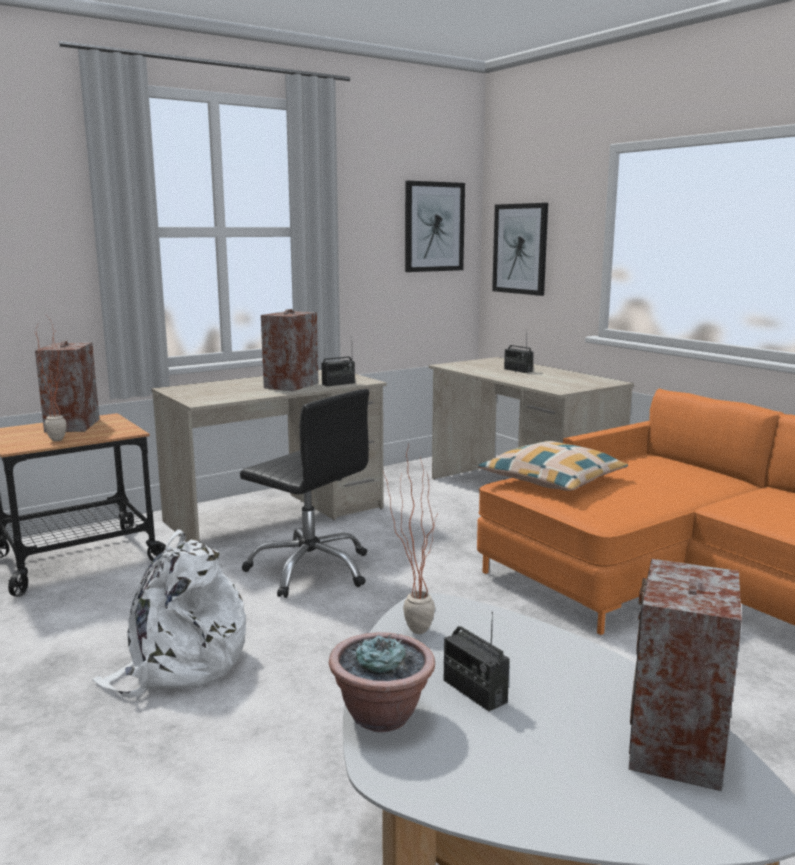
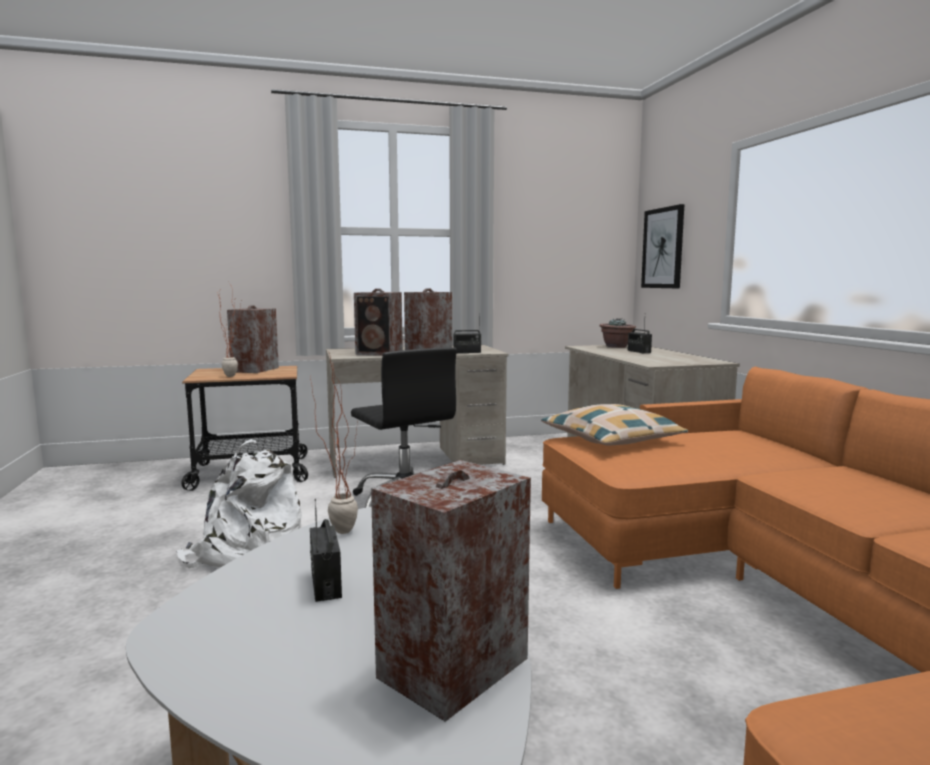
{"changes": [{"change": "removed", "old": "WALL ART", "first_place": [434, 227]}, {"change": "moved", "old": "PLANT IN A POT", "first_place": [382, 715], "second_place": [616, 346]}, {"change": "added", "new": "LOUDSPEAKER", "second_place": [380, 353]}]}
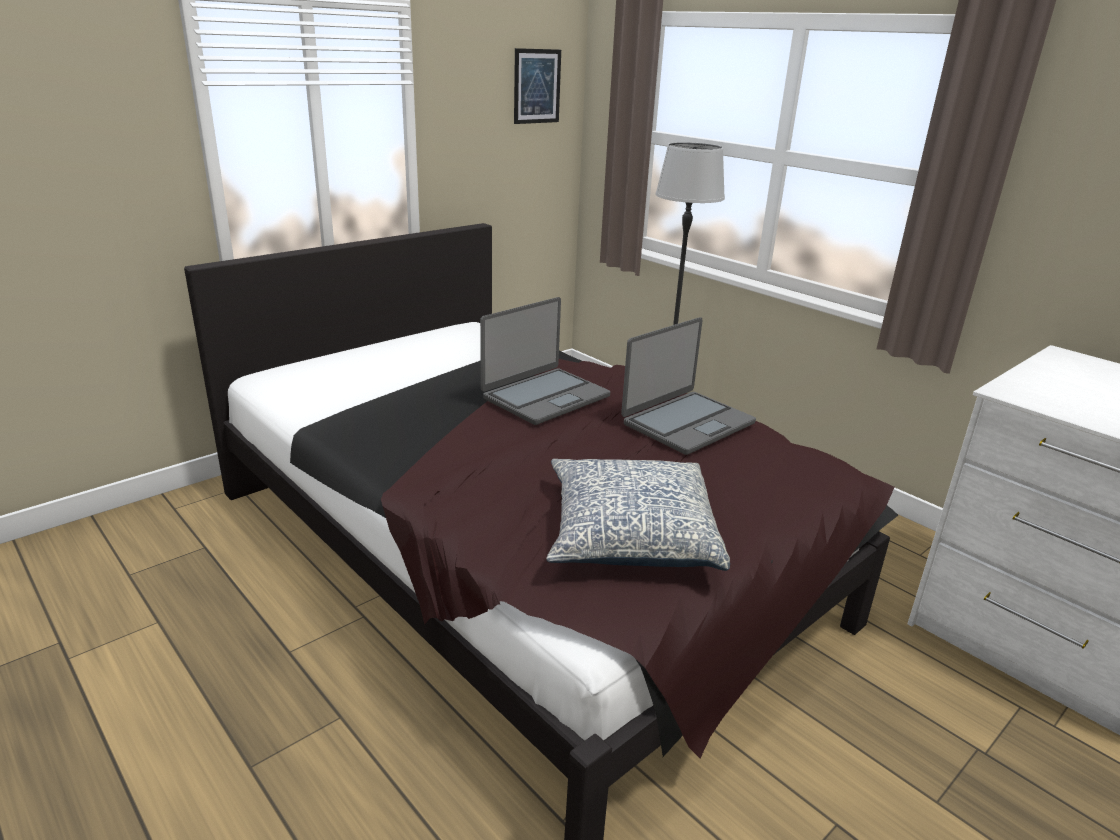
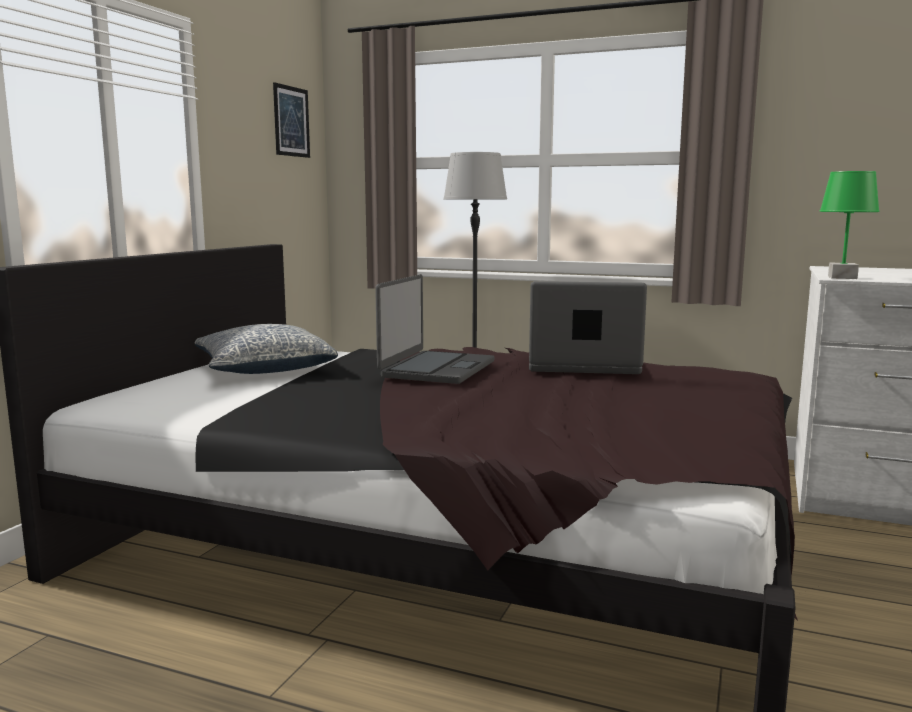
{"changes": [{"change": "turned", "old": "LAPTOP", "first_place": [687, 423], "second_place": [583, 365], "degrees": -105}, {"change": "moved", "old": "THROW PILLOW", "first_place": [629, 533], "second_place": [263, 369]}, {"change": "added", "new": "GREENISH LAMP FOR A TABLE", "second_place": [842, 277]}]}
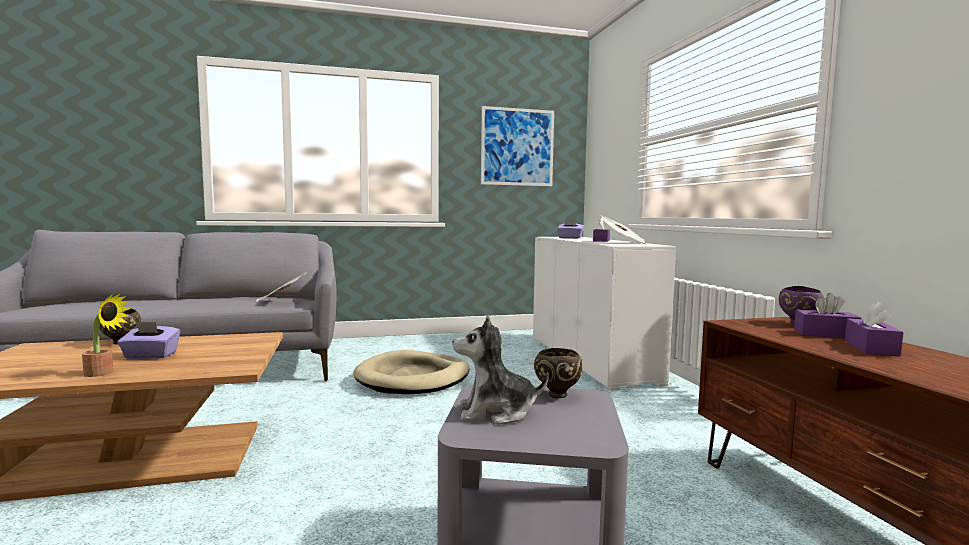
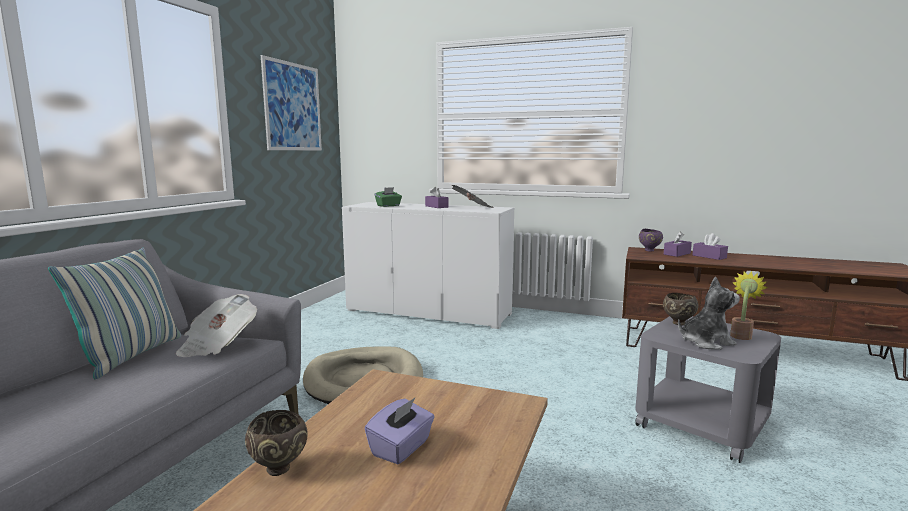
{"changes": [{"change": "recoloured", "old": "PURPLE-COLOURED TISSUE BOX", "new": "GREENISH TISSUE BOX", "first_place": [570, 238], "second_place": [388, 205]}, {"change": "moved", "old": "PLANT IN A POT", "first_place": [103, 373], "second_place": [741, 335]}, {"change": "turned", "old": "PLUSH TOY", "first_place": [496, 412], "second_place": [705, 342], "degrees": -135}, {"change": "added", "new": "THROW PILLOW", "second_place": [131, 356]}]}
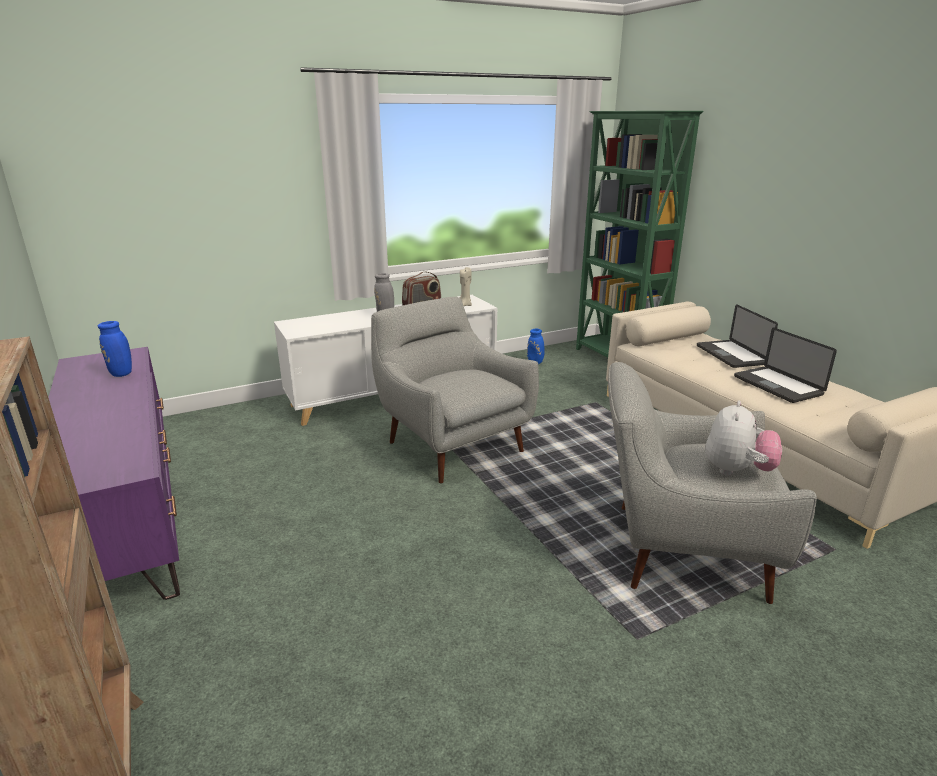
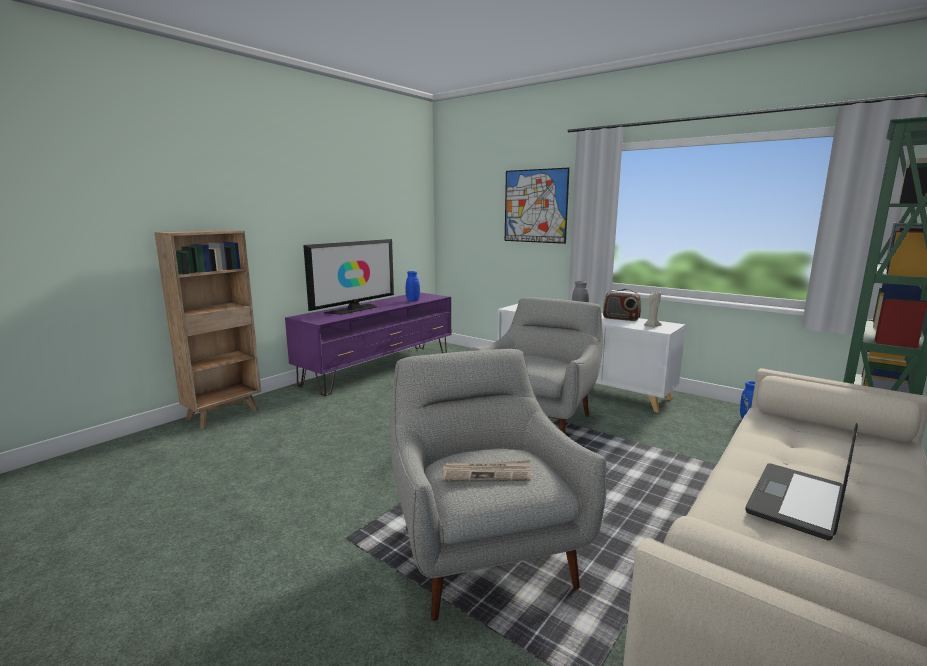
{"changes": [{"change": "removed", "old": "LAPTOP", "first_place": [731, 355]}, {"change": "replaced", "old": "PLUSH TOY", "new": "DAILY PAPER", "first_place": [736, 471], "second_place": [486, 474]}, {"change": "added", "new": "WALL ART", "second_place": [535, 206]}, {"change": "added", "new": "TV SET", "second_place": [354, 309]}]}
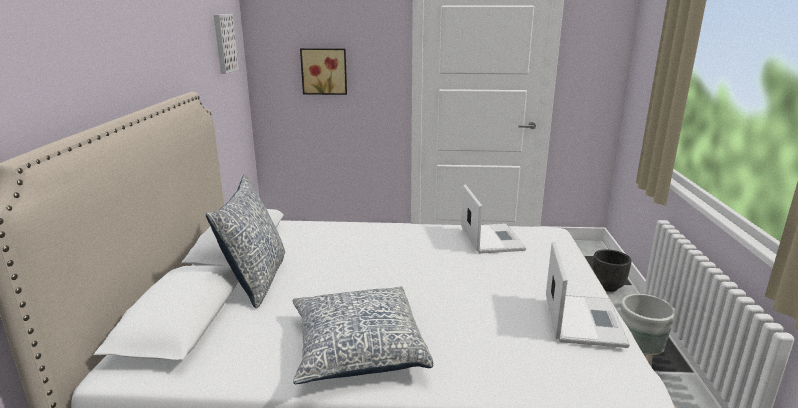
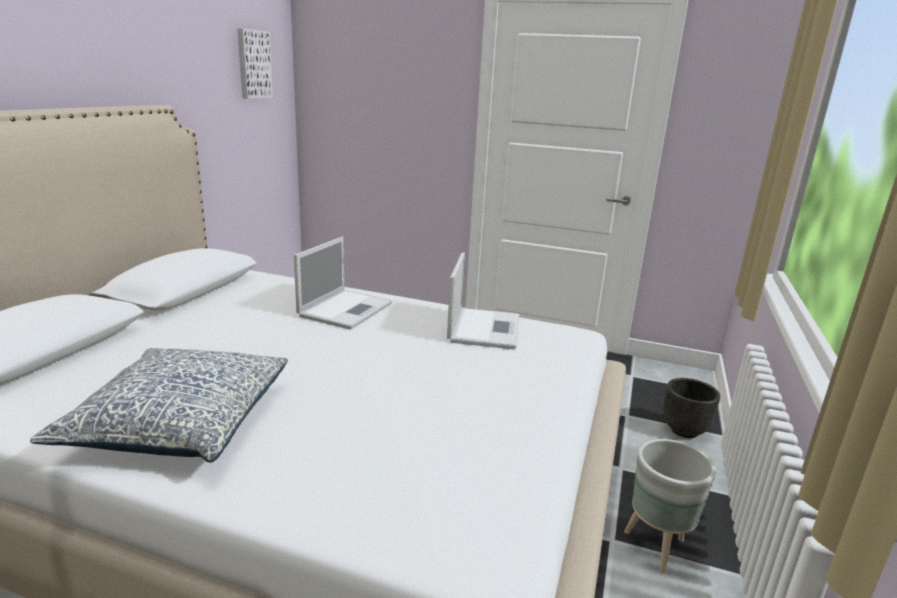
{"changes": [{"change": "removed", "old": "WALL ART", "first_place": [324, 71]}, {"change": "removed", "old": "THROW PILLOW", "first_place": [256, 279]}, {"change": "moved", "old": "LAPTOP", "first_place": [582, 319], "second_place": [346, 309]}]}
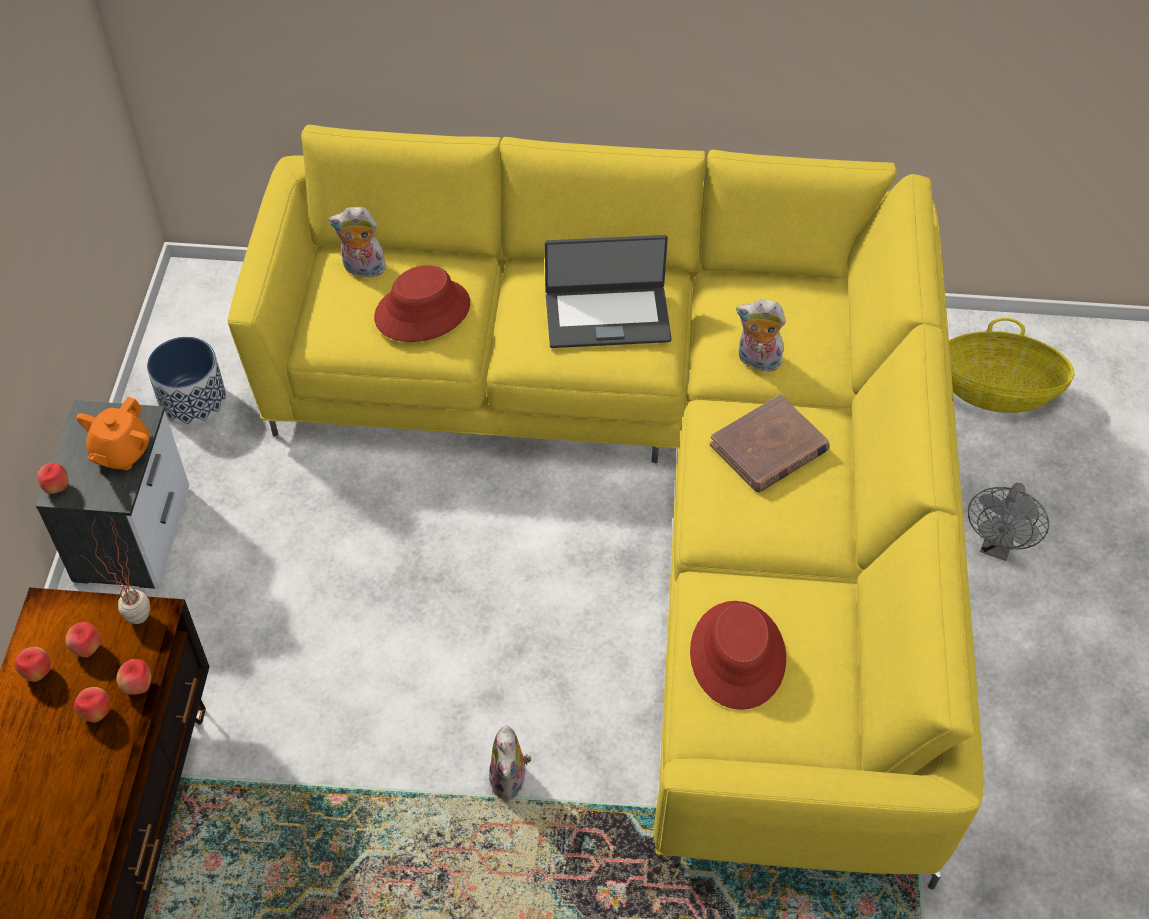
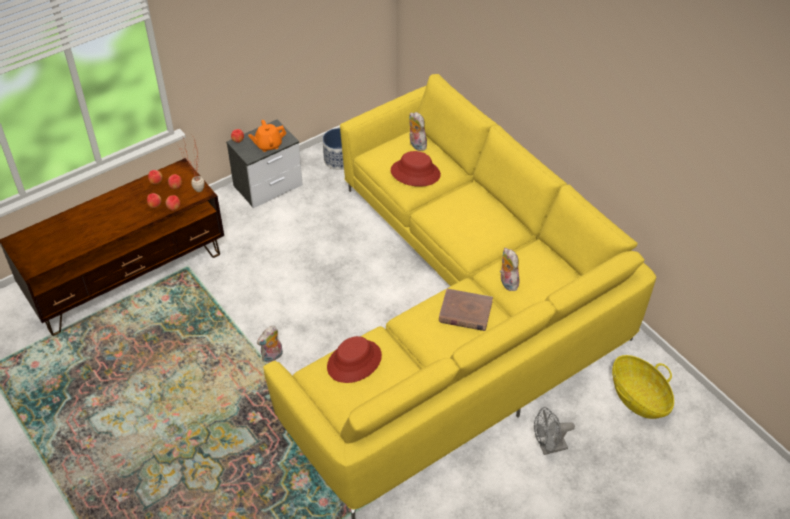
{"changes": [{"change": "removed", "old": "LAPTOP", "first_place": [607, 316]}]}
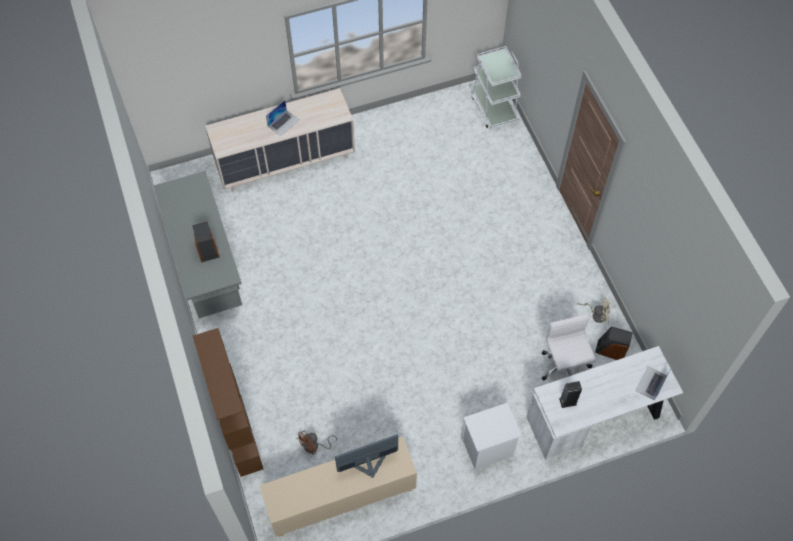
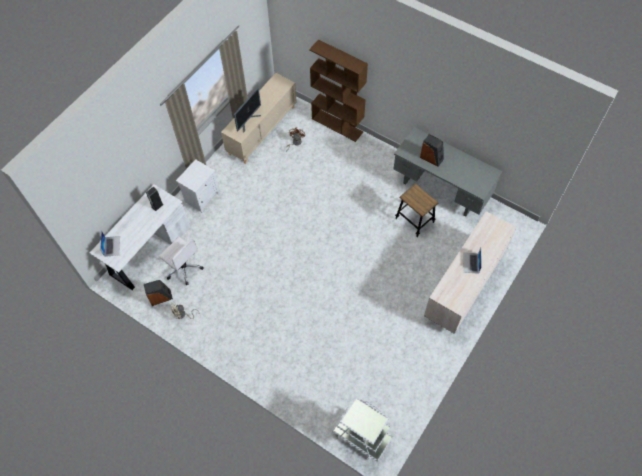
{"changes": [{"change": "added", "new": "STOOL SEAT", "second_place": [414, 220]}]}
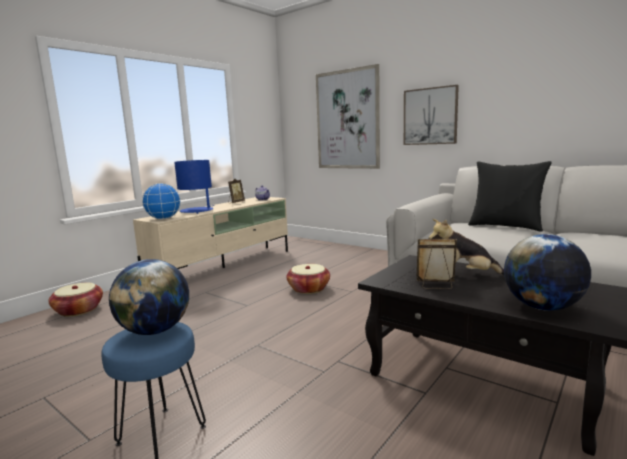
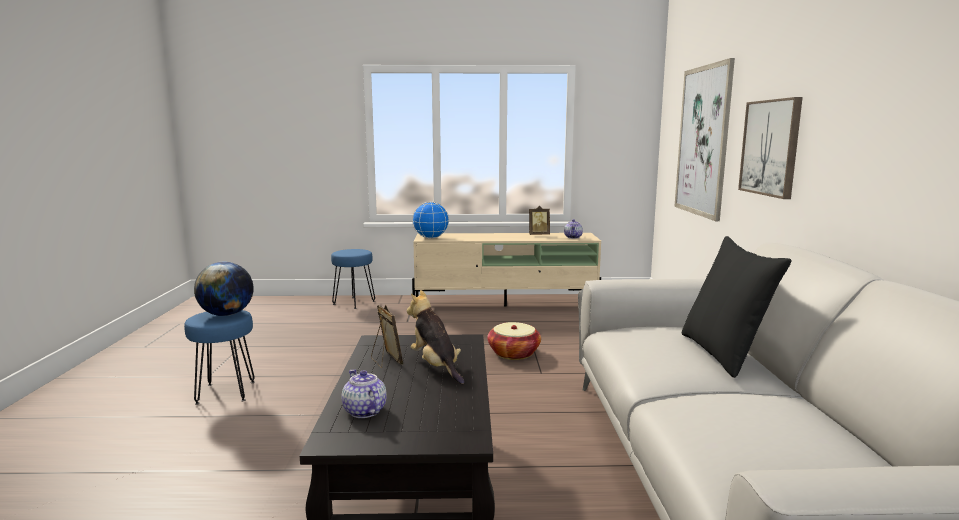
{"changes": [{"change": "removed", "old": "BLUE LAMP FOR A TABLE", "first_place": [197, 211]}, {"change": "replaced", "old": "WORLD GLOBE", "new": "TEAPOT", "first_place": [542, 307], "second_place": [364, 411]}, {"change": "replaced", "old": "BASKET", "new": "BLUE STOOL SEAT", "first_place": [78, 310], "second_place": [354, 303]}]}
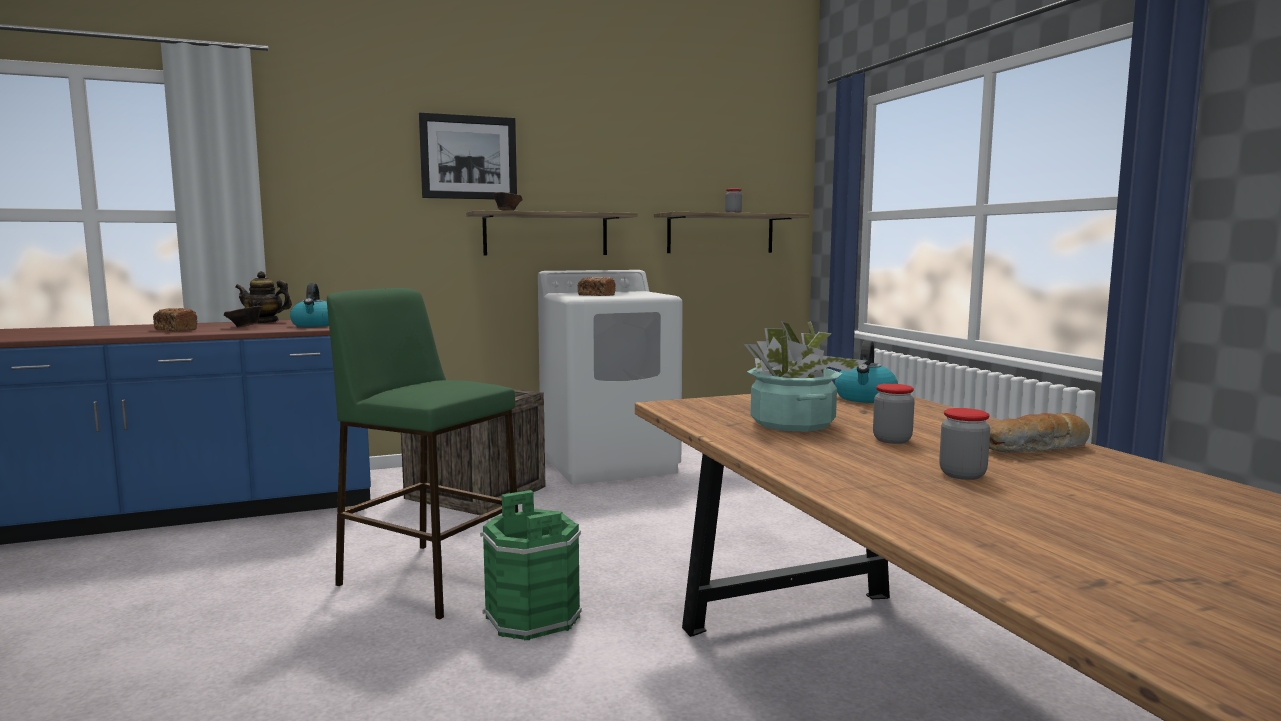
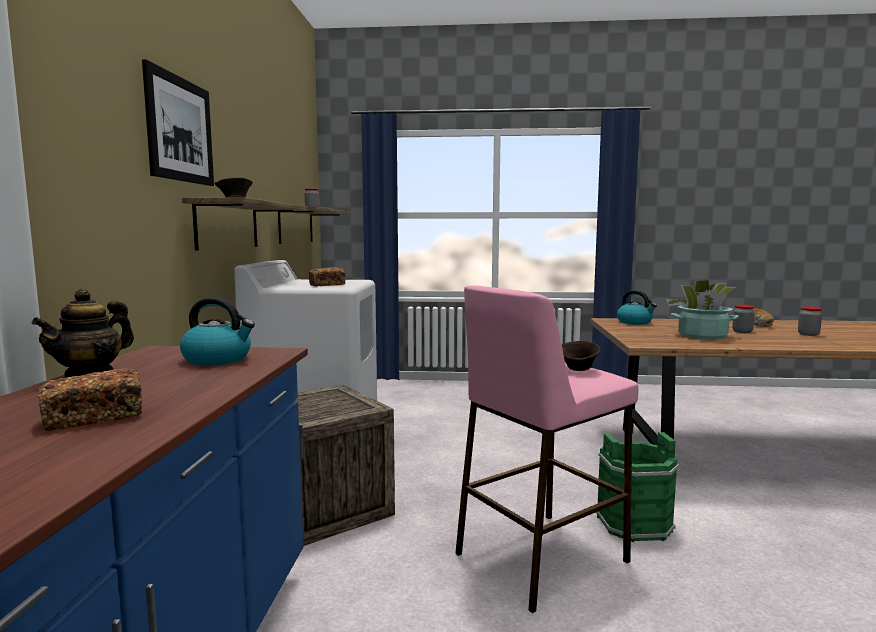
{"changes": [{"change": "recoloured", "old": "GREENISH STOOL SEAT", "new": "PINKISH STOOL SEAT", "first_place": [429, 578], "second_place": [540, 558]}, {"change": "moved", "old": "BROWN BOWL", "first_place": [244, 327], "second_place": [578, 369]}]}
